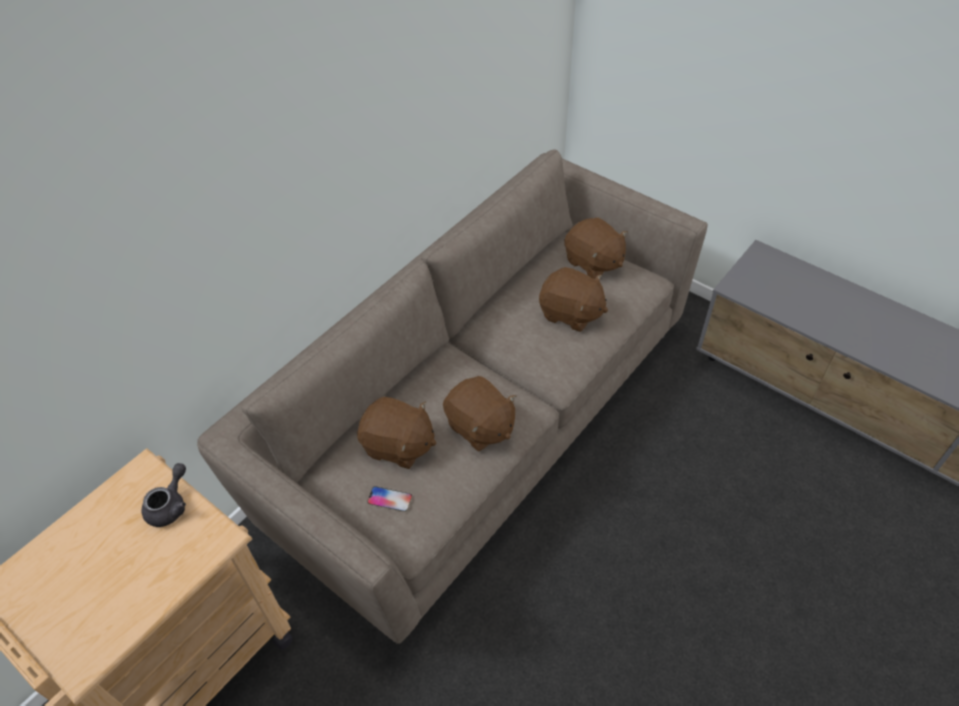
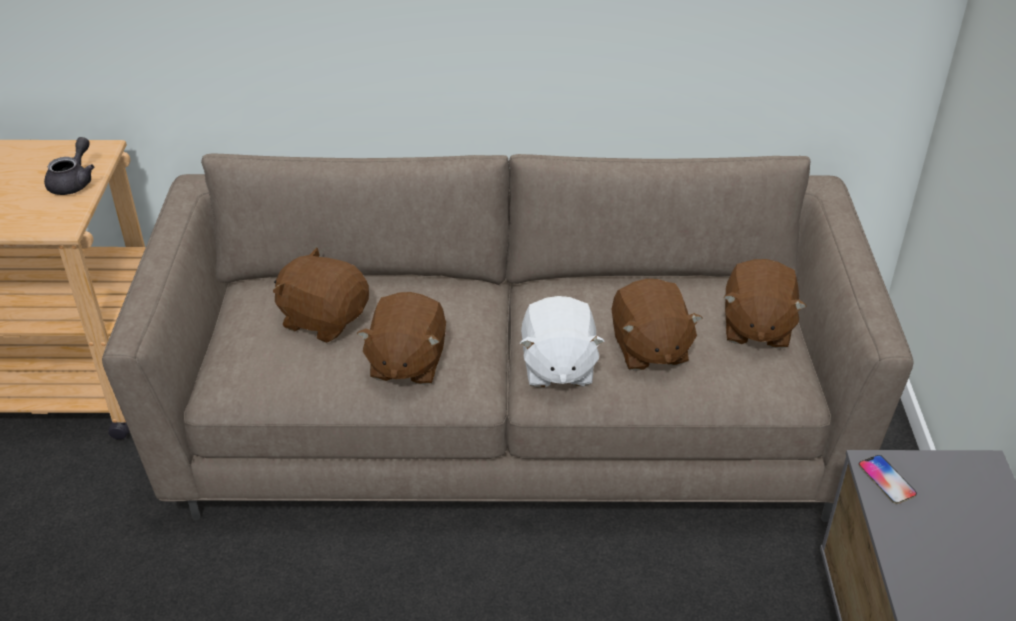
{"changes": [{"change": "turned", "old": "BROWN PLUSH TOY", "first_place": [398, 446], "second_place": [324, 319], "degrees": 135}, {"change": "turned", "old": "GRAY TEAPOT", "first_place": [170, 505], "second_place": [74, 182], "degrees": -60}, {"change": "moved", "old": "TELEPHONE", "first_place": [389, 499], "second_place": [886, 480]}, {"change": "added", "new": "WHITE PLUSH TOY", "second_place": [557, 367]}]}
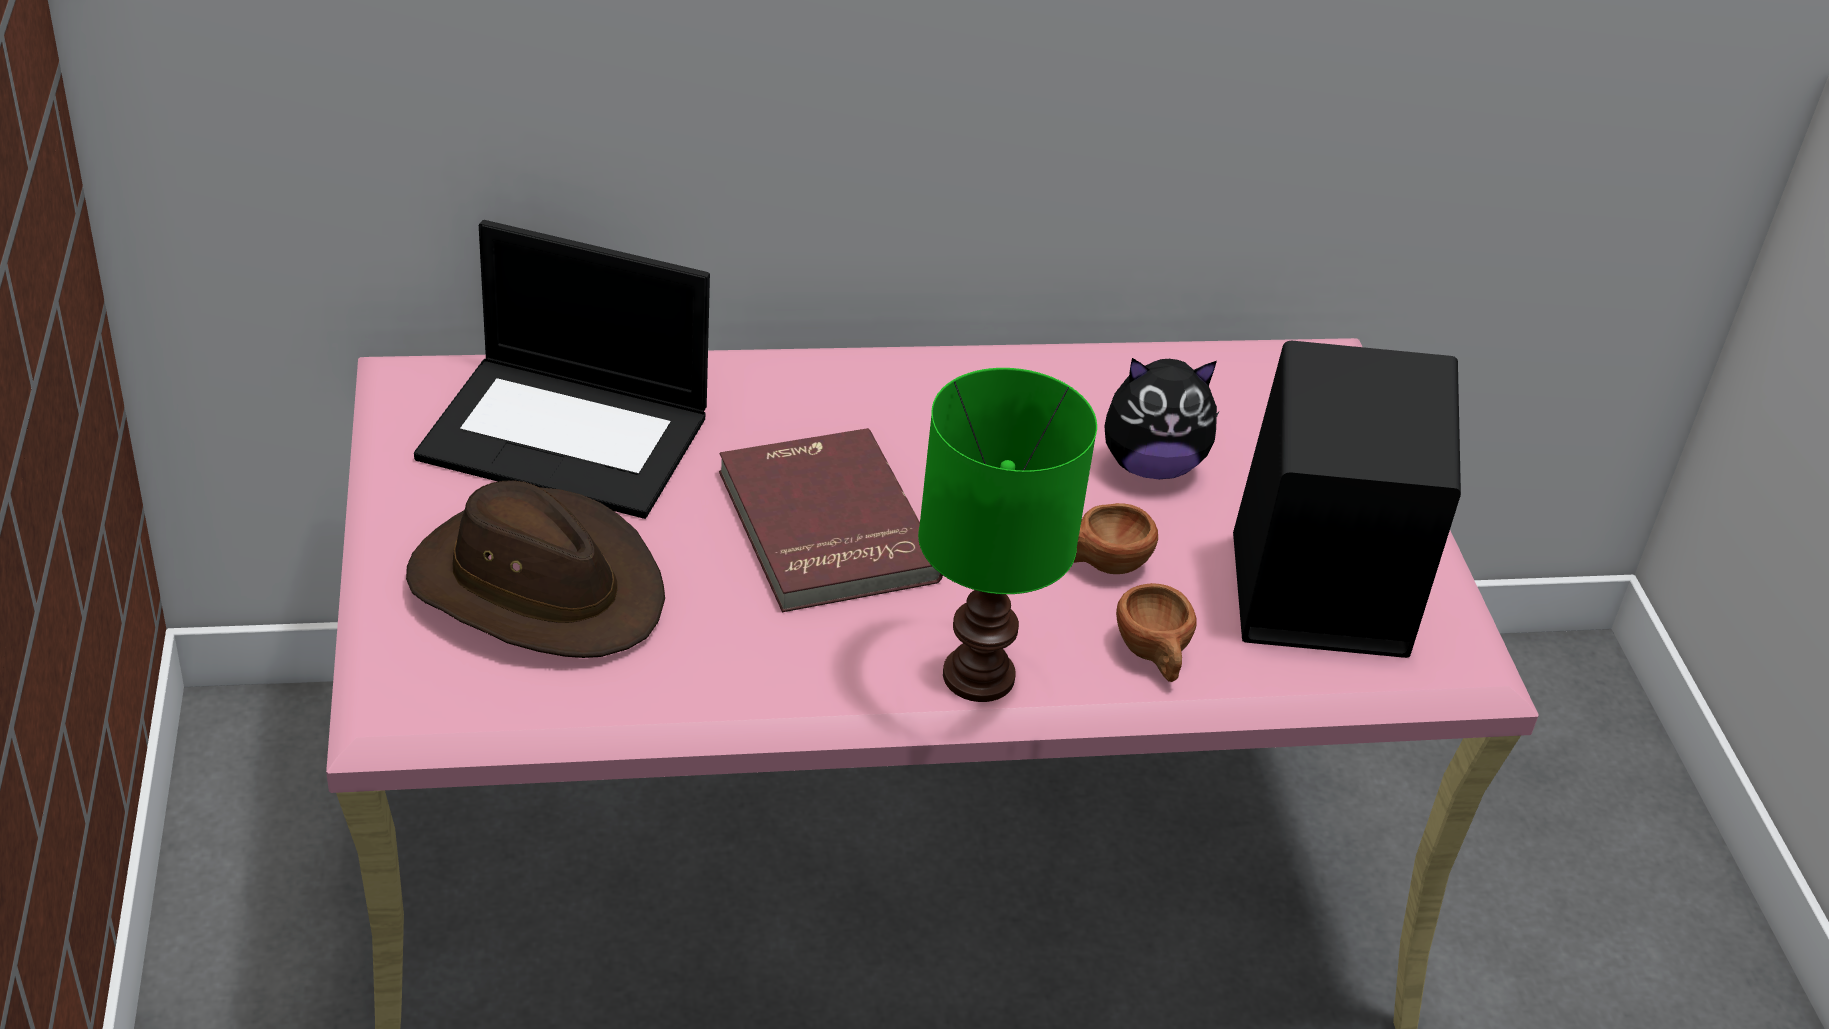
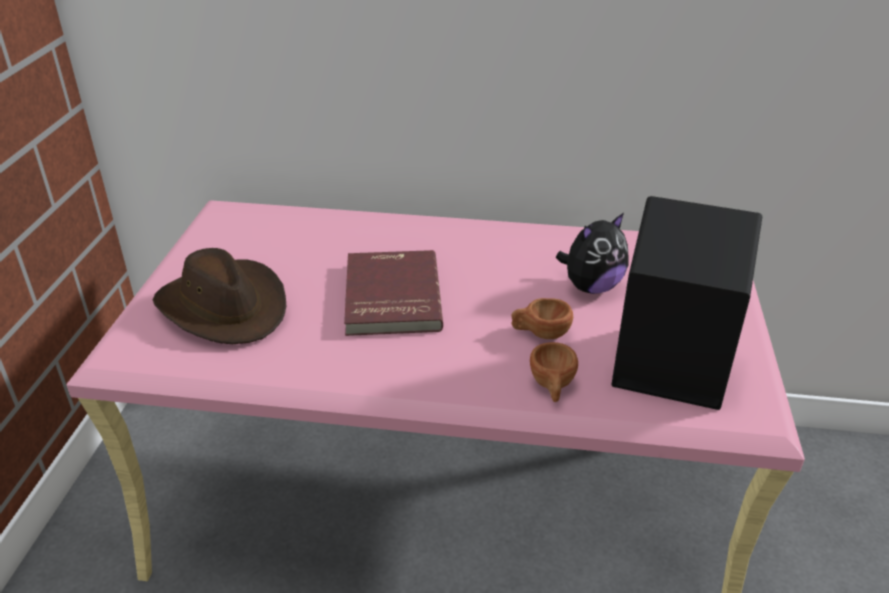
{"changes": [{"change": "removed", "old": "LAPTOP", "first_place": [568, 436]}, {"change": "turned", "old": "PLUSH TOY", "first_place": [1151, 465], "second_place": [591, 287], "degrees": -45}, {"change": "removed", "old": "GREENISH LAMP FOR A TABLE", "first_place": [977, 674]}]}
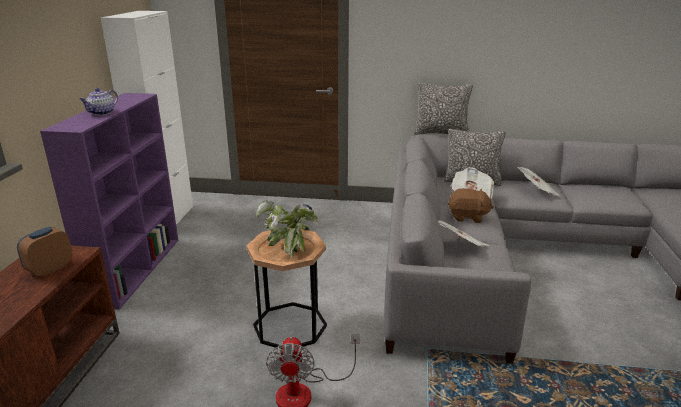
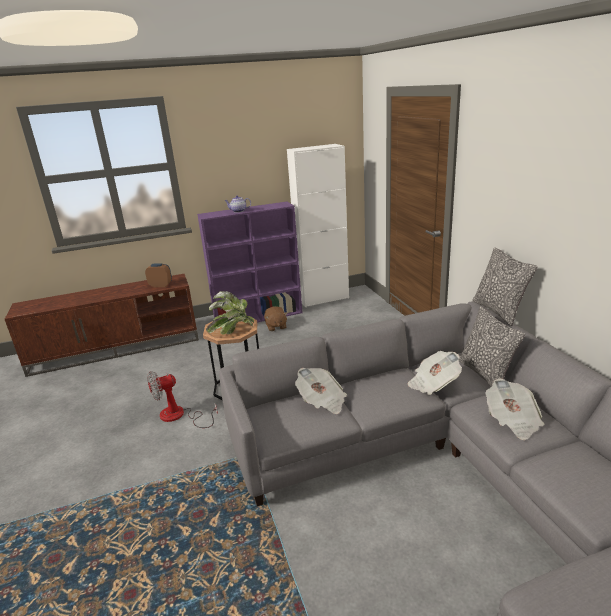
{"changes": [{"change": "moved", "old": "BROWN PLUSH TOY", "first_place": [468, 217], "second_place": [276, 326]}]}
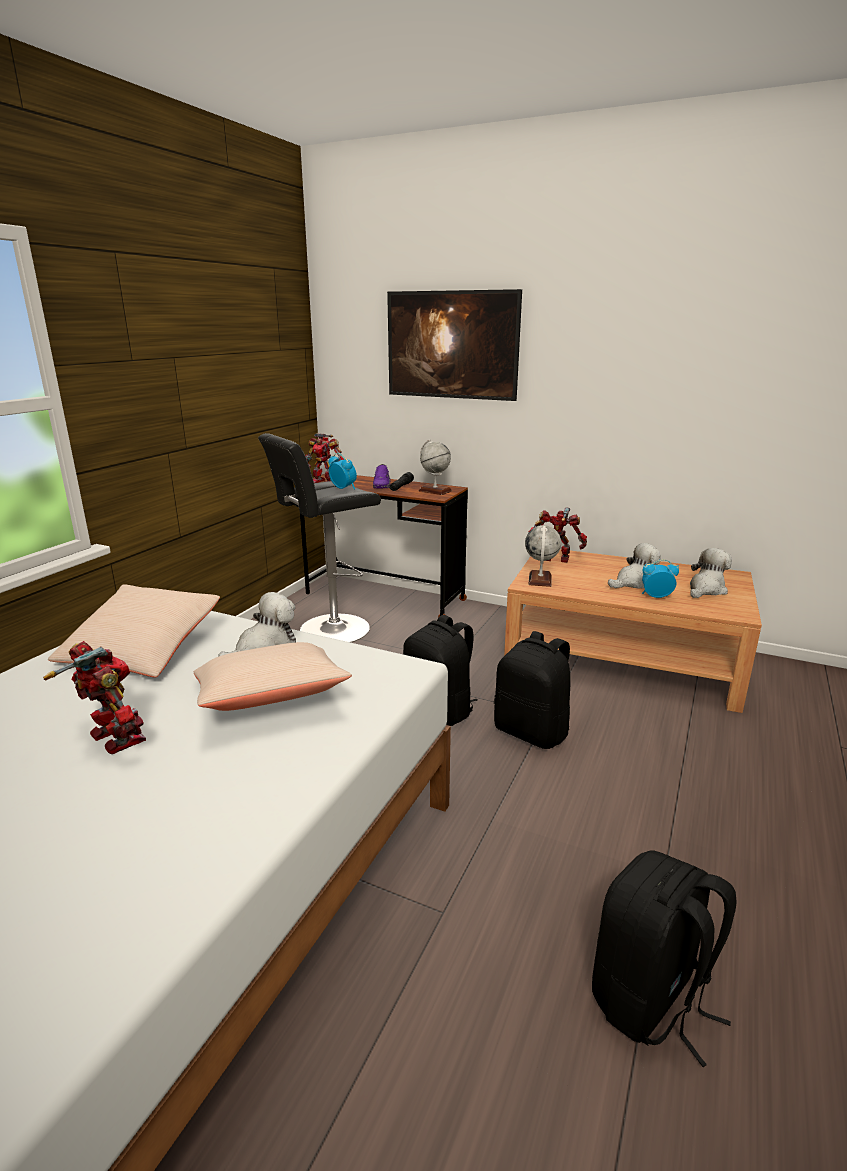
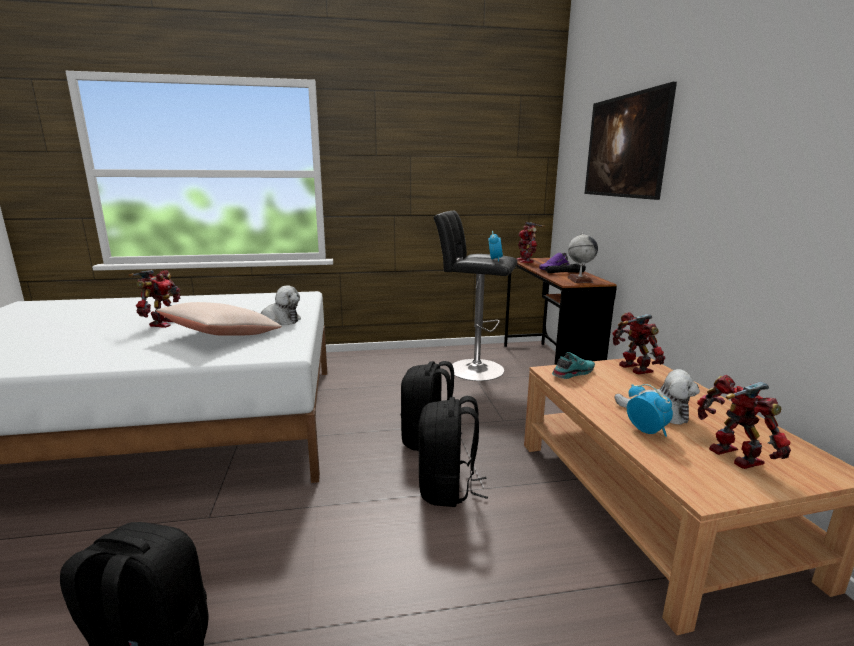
{"changes": [{"change": "replaced", "old": "WORLD GLOBE", "new": "BLUE-GREEN LOW SHOE", "first_place": [540, 579], "second_place": [572, 373]}, {"change": "replaced", "old": "PLUSH TOY", "new": "MODEL ROBOT", "first_place": [706, 589], "second_place": [733, 457]}, {"change": "removed", "old": "BEIGE-COLOURED THROW PILLOW", "first_place": [142, 649]}]}
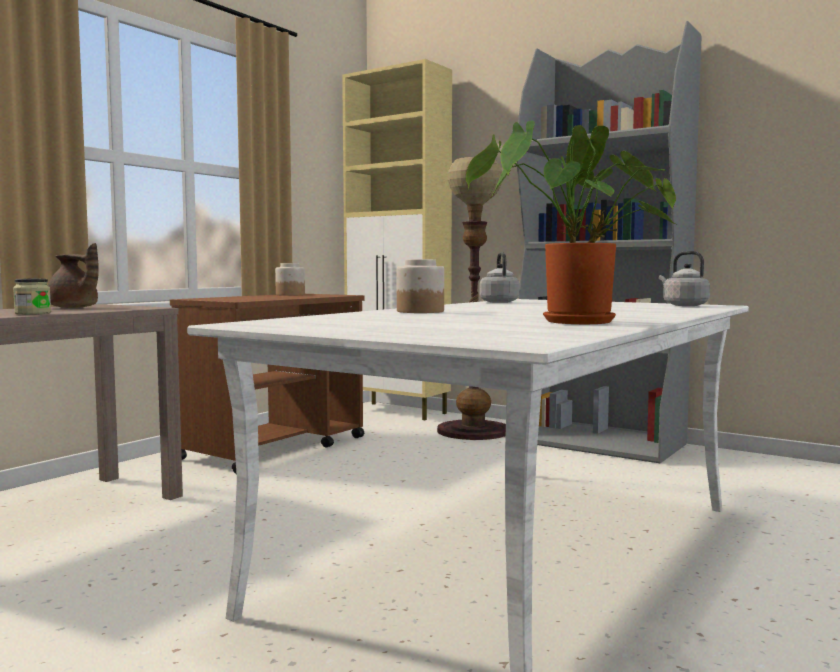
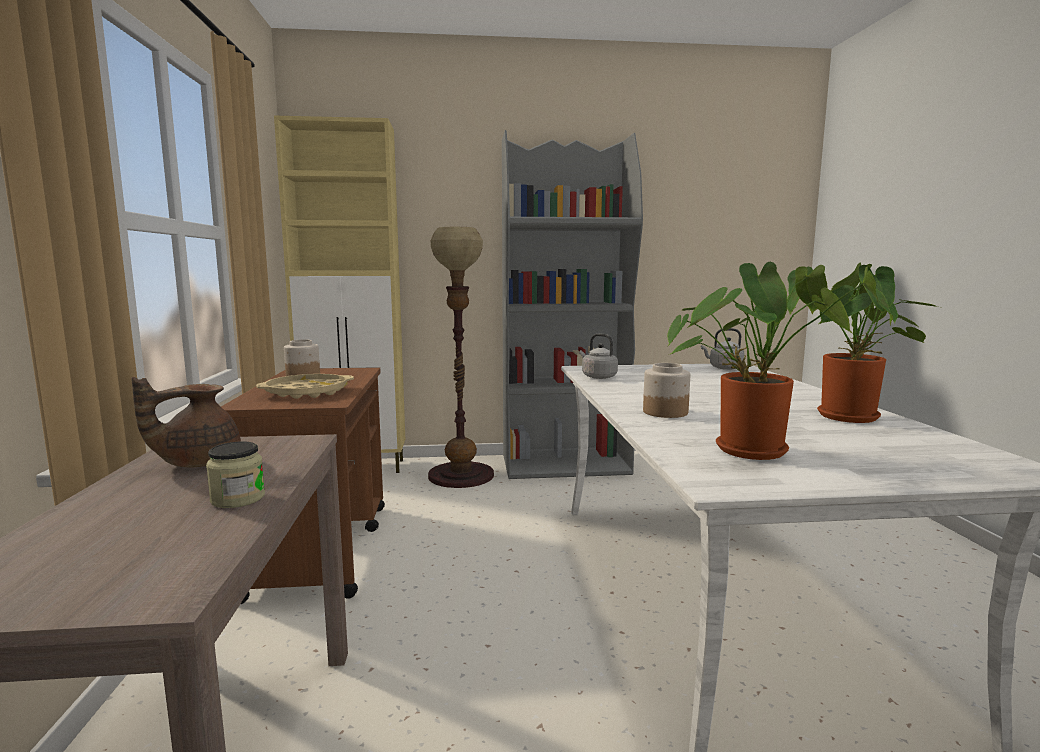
{"changes": [{"change": "turned", "old": "BROWN TEAPOT", "first_place": [74, 308], "second_place": [198, 463], "degrees": 150}, {"change": "added", "new": "PLANT IN A POT", "second_place": [756, 449]}, {"change": "added", "new": "BEIGE-COLOURED SERVING TRAY", "second_place": [307, 392]}]}
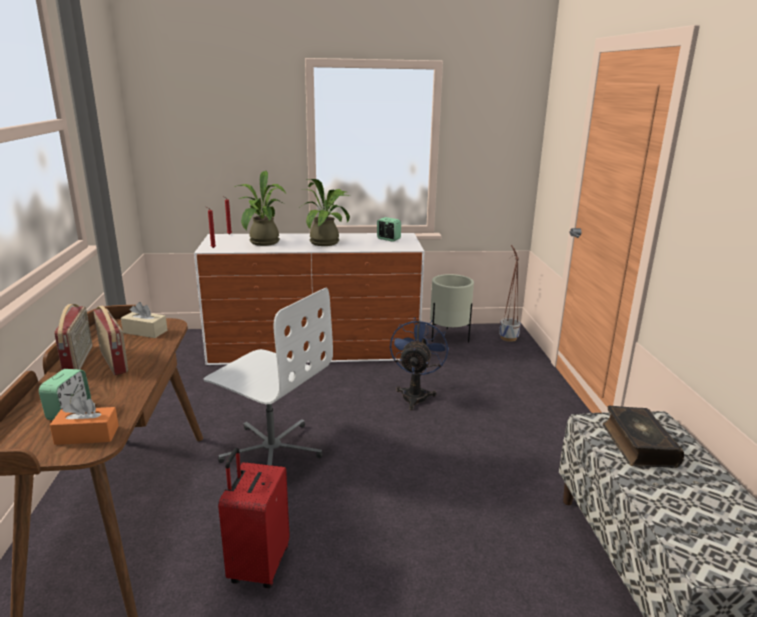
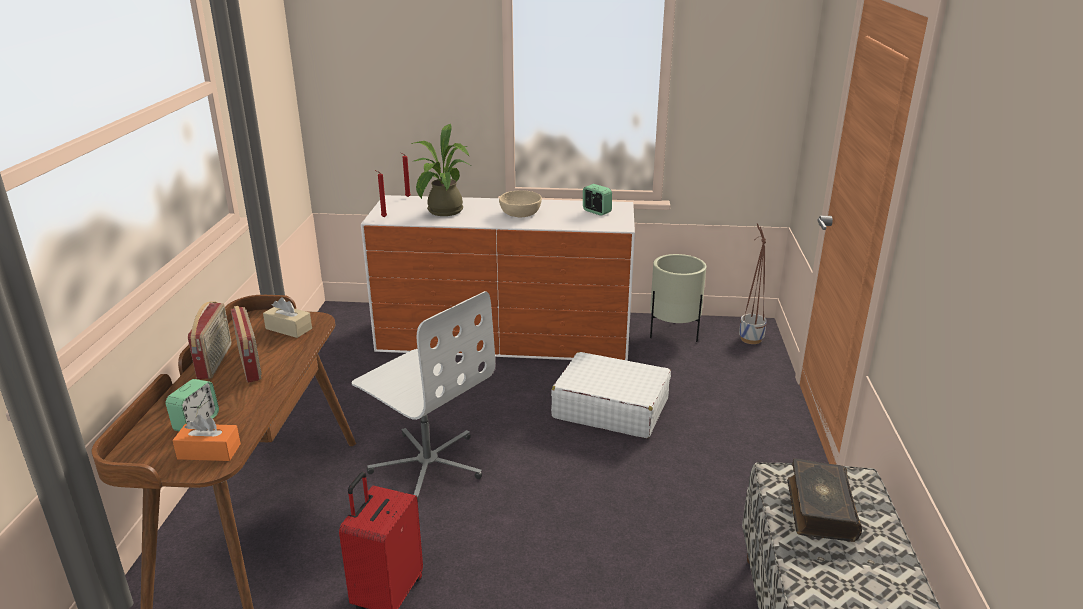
{"changes": [{"change": "replaced", "old": "PLANT IN A POT", "new": "BEIGE-COLOURED BOWL", "first_place": [327, 242], "second_place": [520, 213]}, {"change": "replaced", "old": "BLUE FAN", "new": "WHITE SUITCASE", "first_place": [415, 394], "second_place": [610, 408]}]}
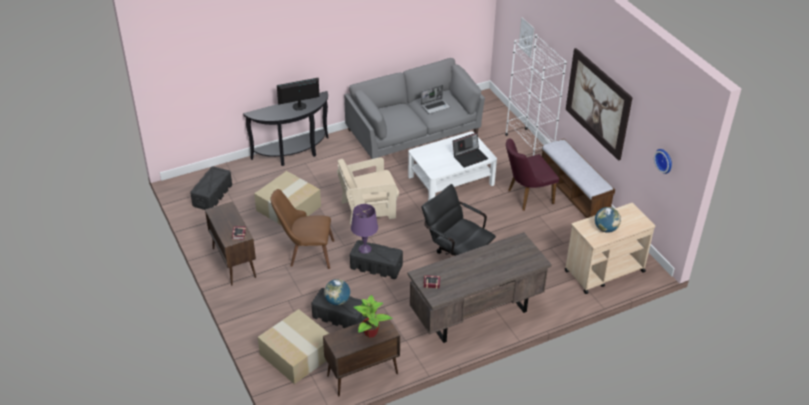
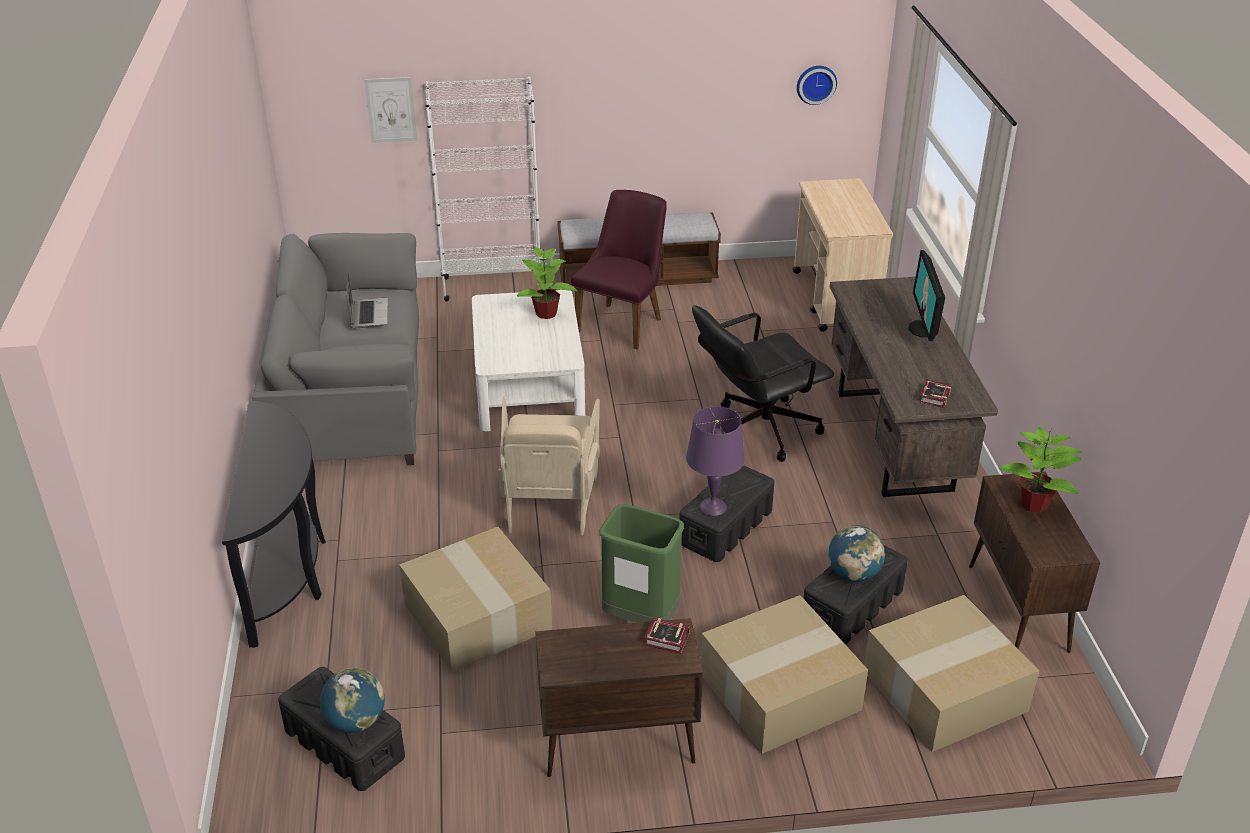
{"changes": [{"change": "removed", "old": "WALL ART", "first_place": [598, 103]}, {"change": "moved", "old": "COMPUTER DISPLAY", "first_place": [299, 106], "second_place": [923, 329]}, {"change": "replaced", "old": "LAPTOP", "new": "PLANT IN A POT", "first_place": [470, 157], "second_place": [546, 314]}, {"change": "turned", "old": "PURPLE-COLOURED PLAIN CHAIR", "first_place": [526, 197], "second_place": [624, 322], "degrees": -150}, {"change": "replaced", "old": "BROWN PLAIN CHAIR", "new": "GREENISH TRASH CAN", "first_place": [305, 253], "second_place": [640, 618]}, {"change": "moved", "old": "WORLD GLOBE", "first_place": [606, 229], "second_place": [356, 721]}, {"change": "added", "new": "CARDBOARD BOX", "second_place": [779, 693]}]}
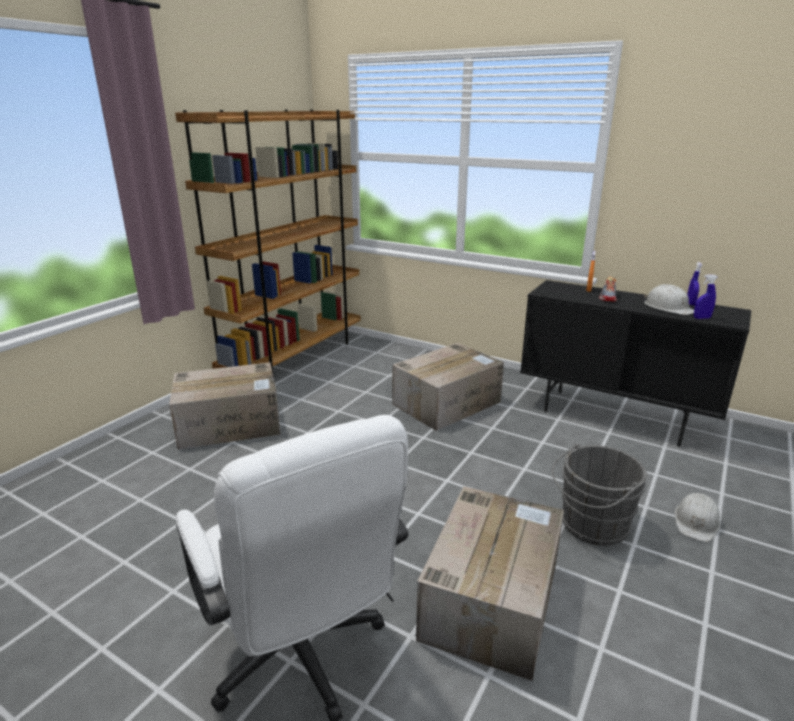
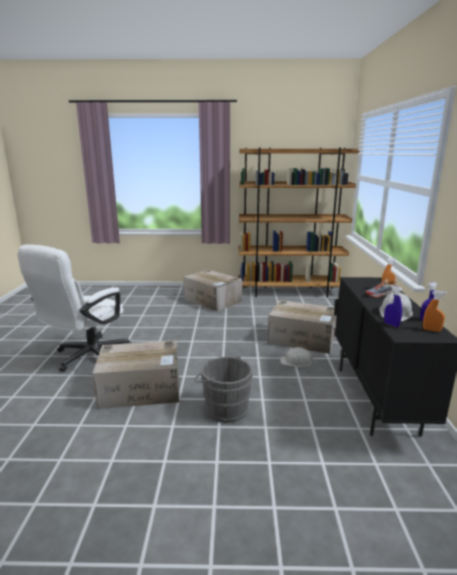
{"changes": [{"change": "moved", "old": "WHITE SAFETY HELMET", "first_place": [696, 522], "second_place": [296, 361]}, {"change": "added", "new": "ORANGE HAND SPRAYER", "second_place": [431, 330]}]}
